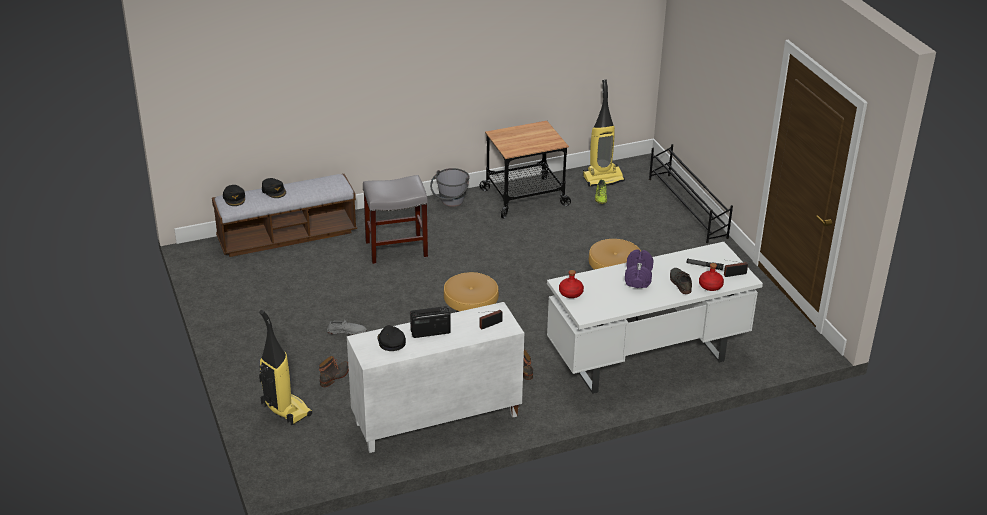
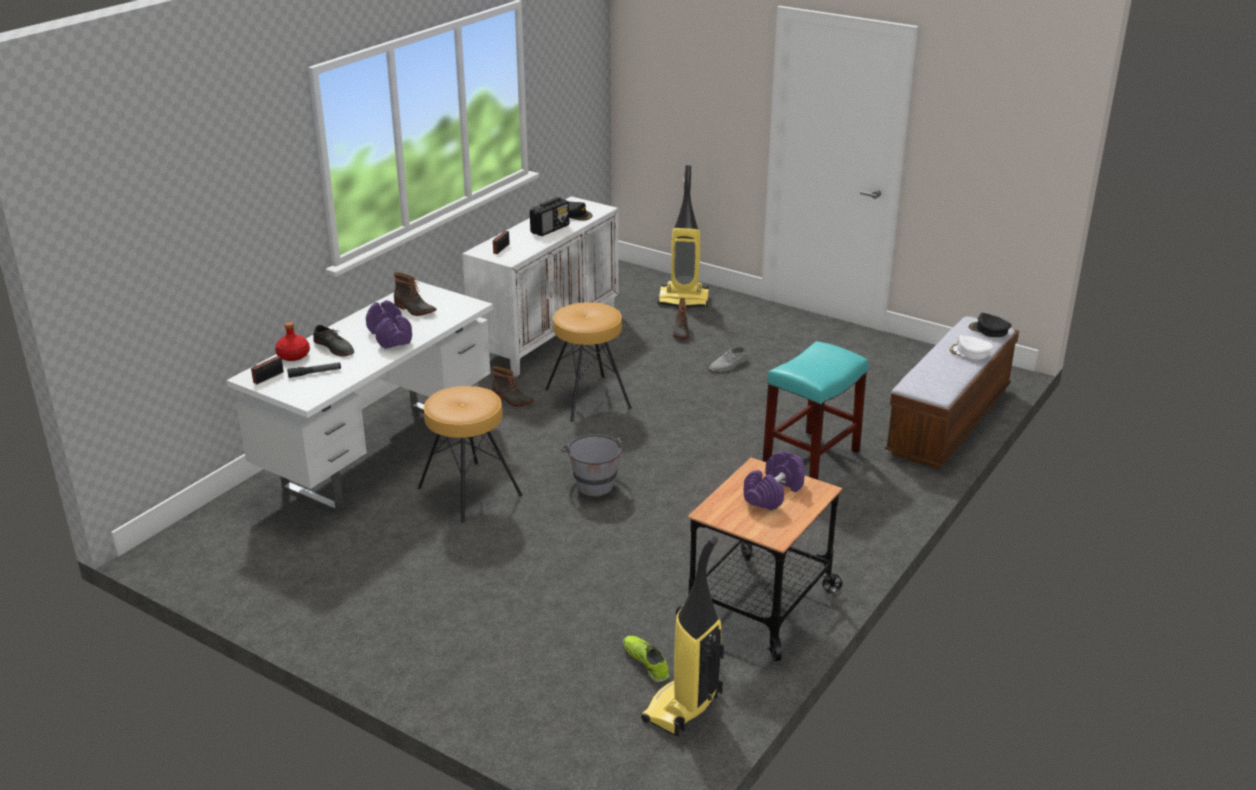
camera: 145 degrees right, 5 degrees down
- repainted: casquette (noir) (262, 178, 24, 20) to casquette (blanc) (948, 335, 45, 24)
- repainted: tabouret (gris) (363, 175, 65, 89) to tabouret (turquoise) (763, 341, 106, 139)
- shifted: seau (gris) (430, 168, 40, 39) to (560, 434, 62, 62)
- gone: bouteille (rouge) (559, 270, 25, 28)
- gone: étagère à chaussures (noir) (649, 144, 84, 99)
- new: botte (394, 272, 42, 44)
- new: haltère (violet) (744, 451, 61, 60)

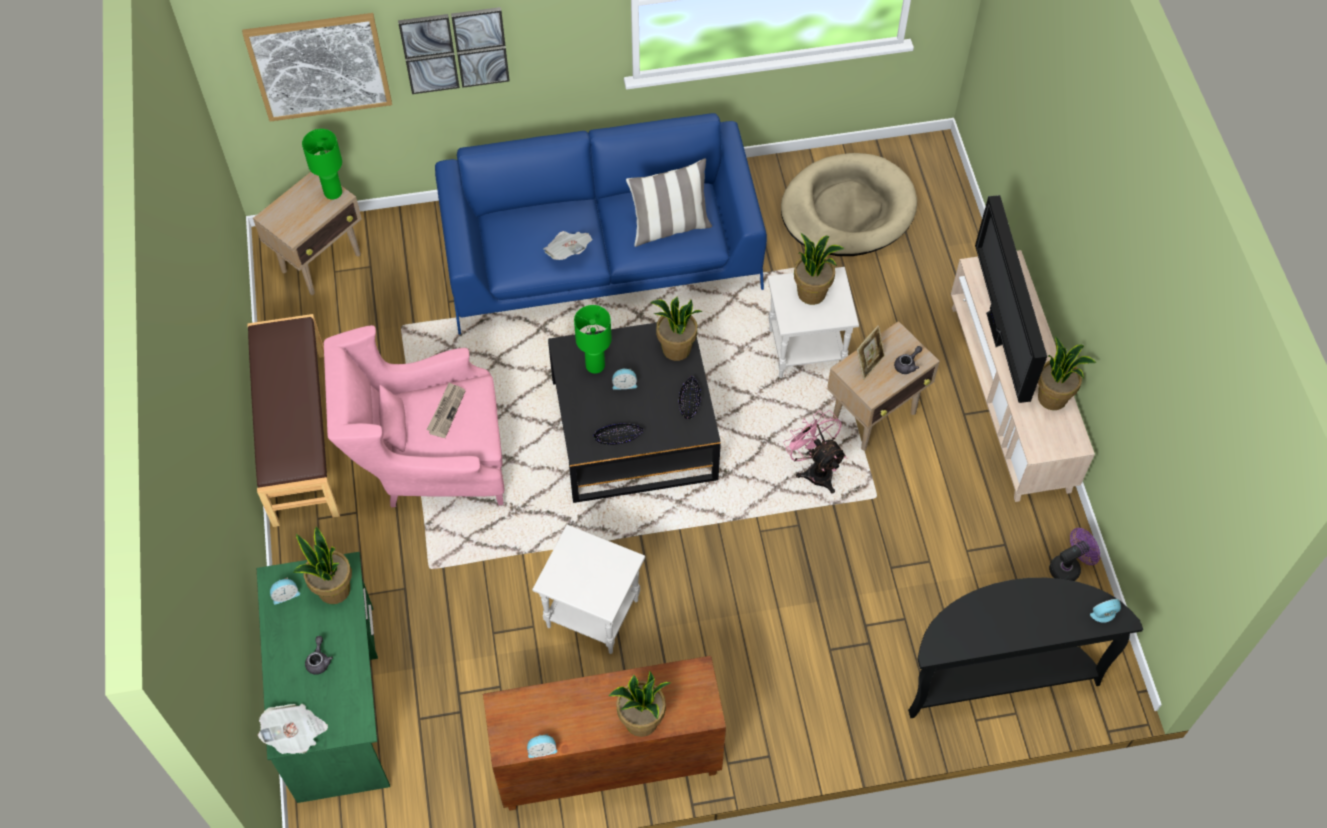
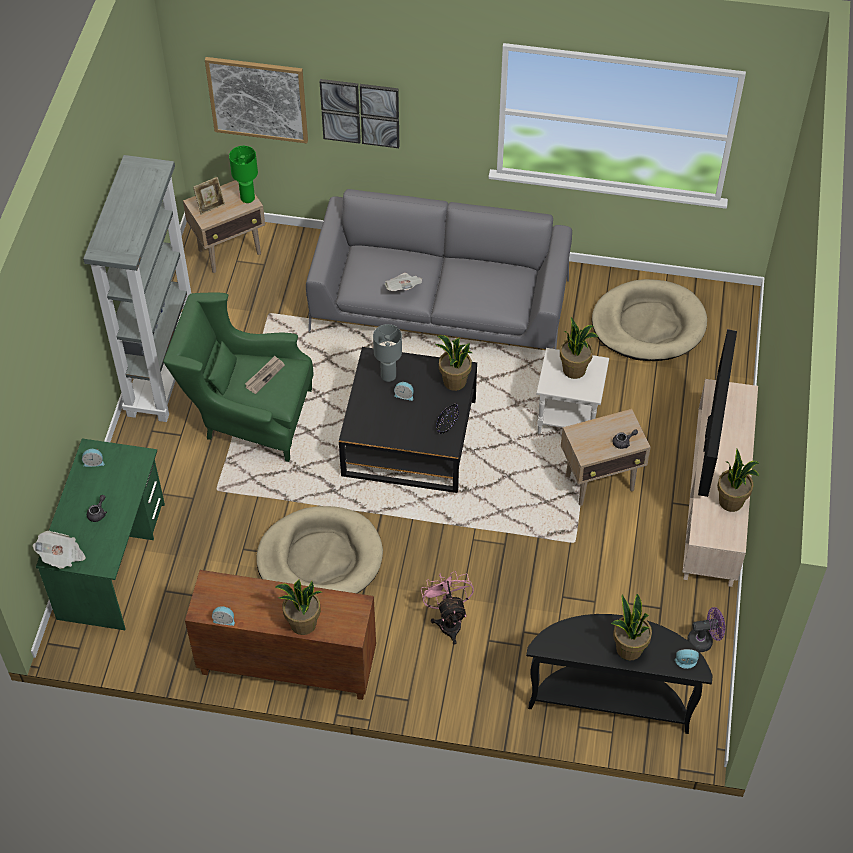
camera: 20 degrees right, 5 degrees down
- swapped: banc (marron) (247, 314, 93, 213) to bibliothèque (gris) (83, 155, 108, 267)
- shifted: plante en pot (293, 527, 59, 77) to (611, 594, 41, 66)
- repainted: fauteuil (rose) (324, 325, 180, 183) to fauteuil (vert) (163, 293, 151, 169)
- repainted: canapé (bleu) (435, 113, 332, 222) to canapé (gris) (306, 189, 266, 160)
- swapped: table d'appoint (blanc) (532, 524, 113, 130) to panier pour chien (beige) (256, 506, 127, 87)
- repainted: lampe de table (vert) (574, 305, 38, 69) to lampe de table (gris) (373, 324, 29, 58)
- gone: bol (noir) (593, 423, 50, 22)
- gone: coussin (626, 158, 86, 89)
- shifted: ventilateur (rose) (783, 410, 63, 84) to (421, 571, 53, 74)
- shifted: cadre photo (857, 325, 28, 55) to (193, 177, 32, 38)

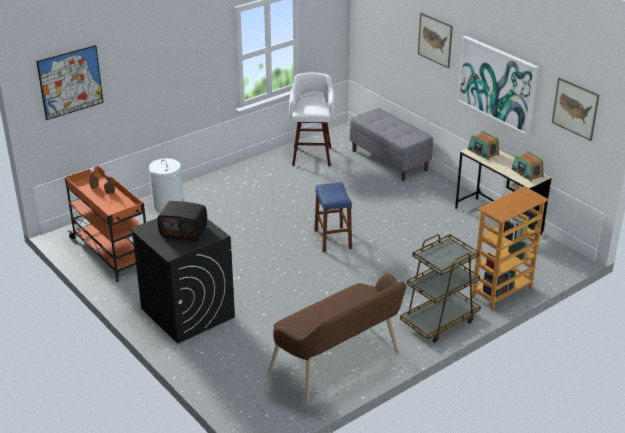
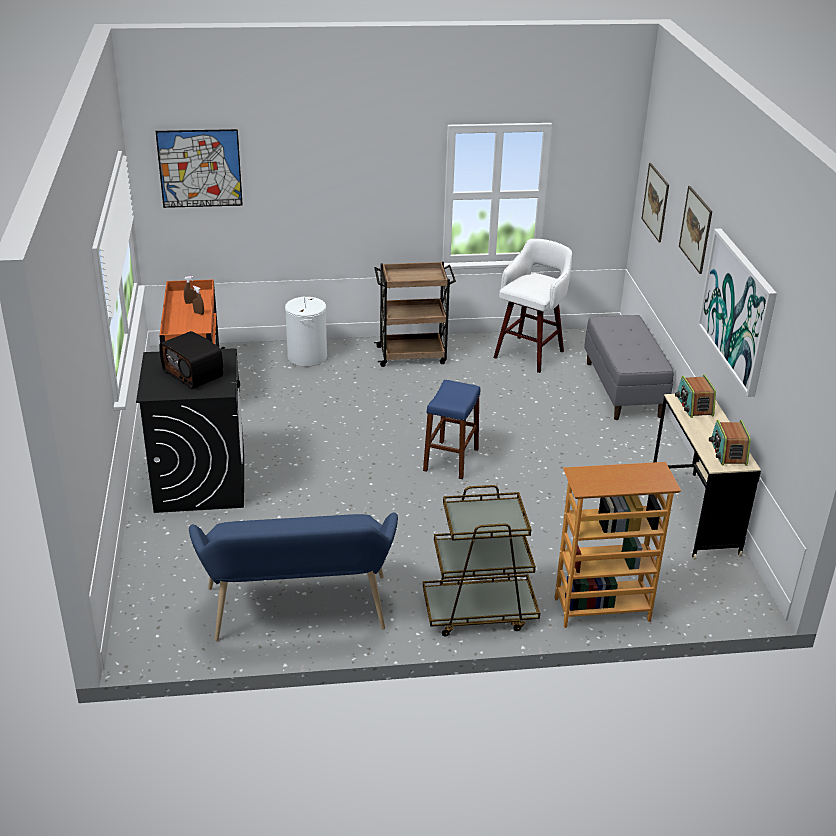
camera: 30 degrees right, 0 degrees up
- repainted: banc (marron) (268, 273, 138, 129) to banc (bleu) (189, 512, 209, 129)
- shifted: tableau (552, 78, 47, 63) to (641, 163, 28, 79)
- new: chariot (marron) (374, 262, 82, 105)

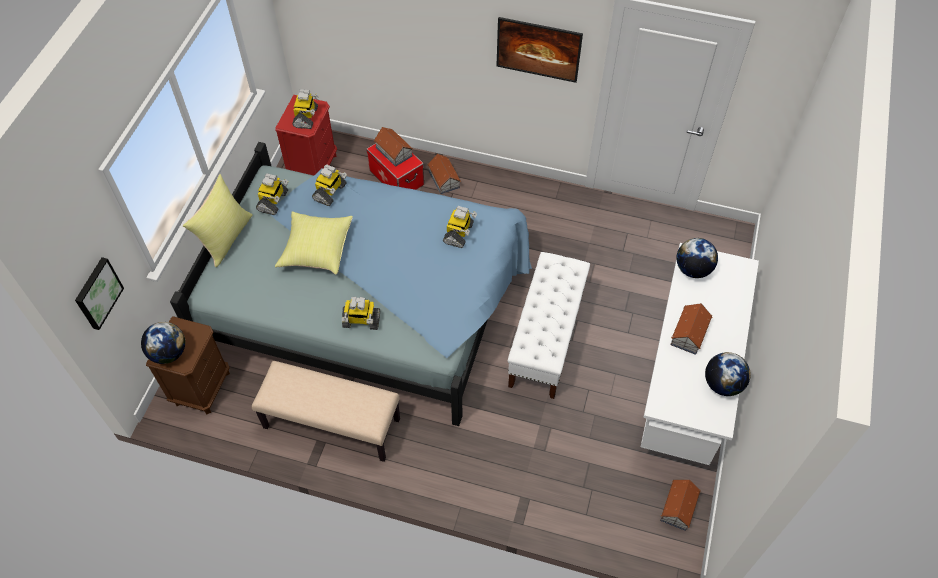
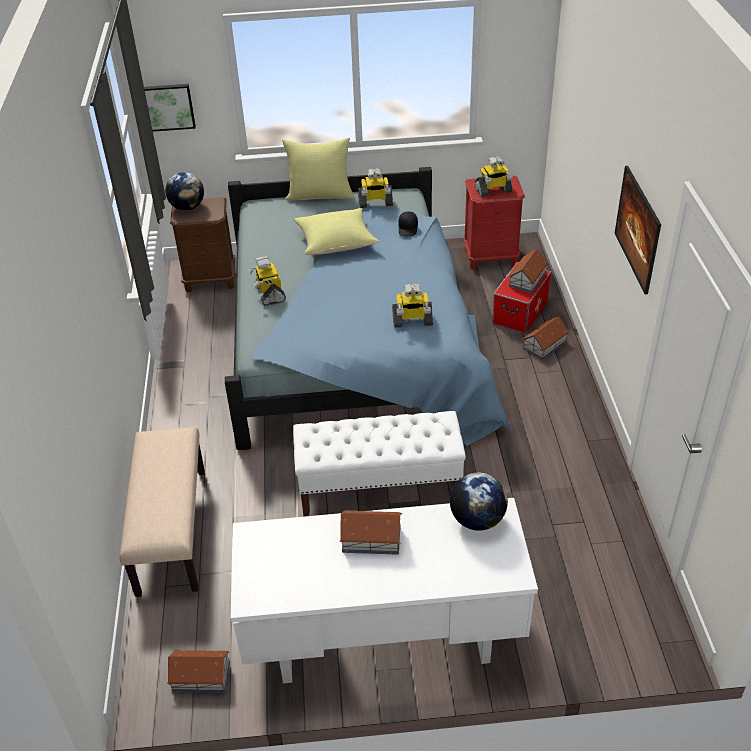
camera: 70 degrees right, 15 degrees down
- shifted: banc (beige) (252, 361, 148, 101) to (120, 427, 85, 170)
- swapped: robot jouet (312, 164, 35, 42) to casquette (noir) (399, 211, 19, 25)
- gone: globe (705, 352, 46, 44)

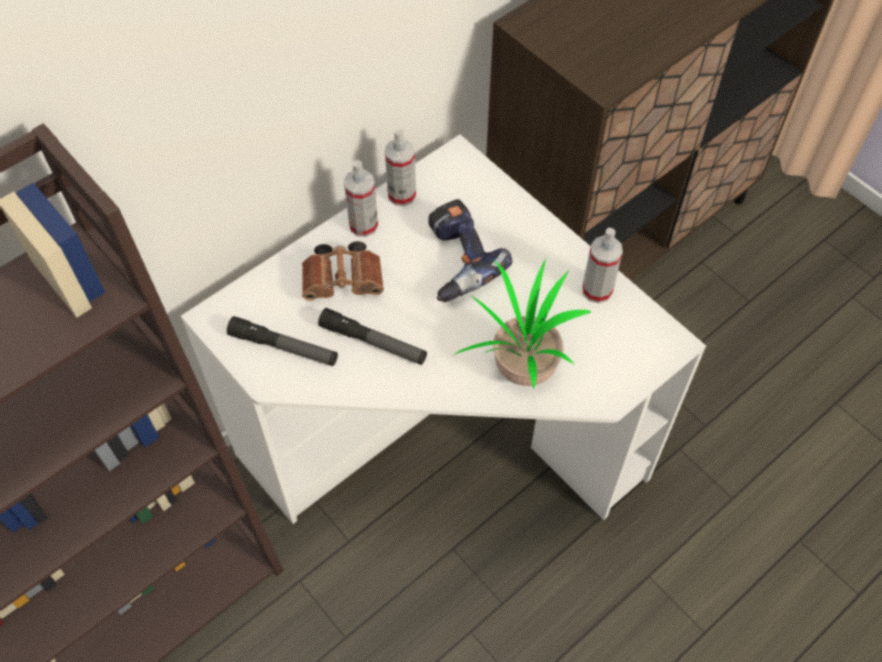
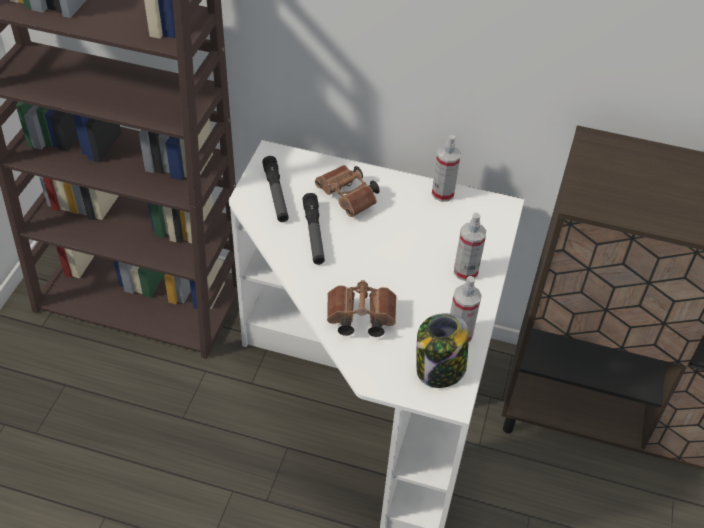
camera: 55 degrees right, 10 degrees down
- shifted: vaporisateur (344, 160, 34, 77) to (454, 213, 32, 68)
- gone: perceuse (428, 199, 84, 103)
- swapped: plante en pot (454, 258, 137, 130) to jumelles (marron) (327, 280, 69, 57)
- new: bocal (417, 313, 52, 75)

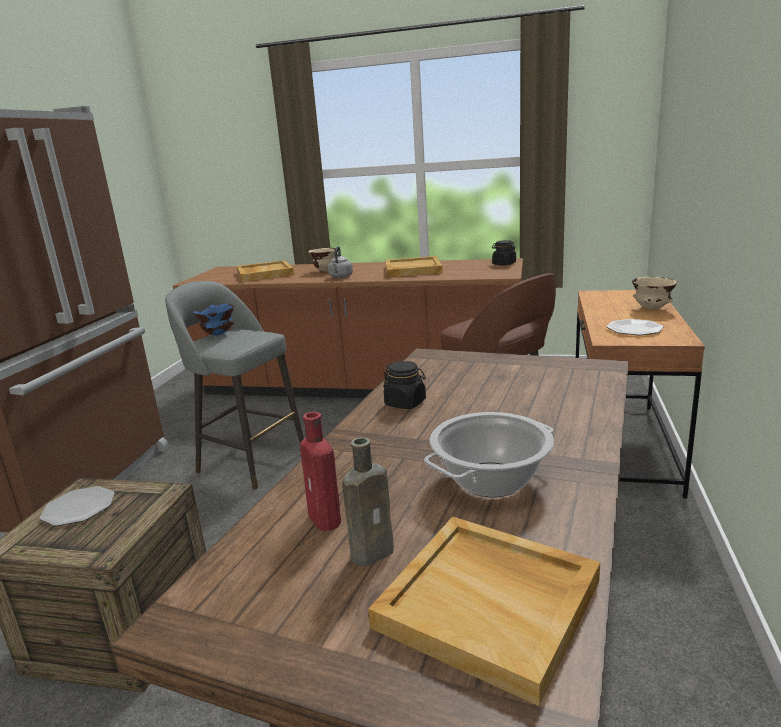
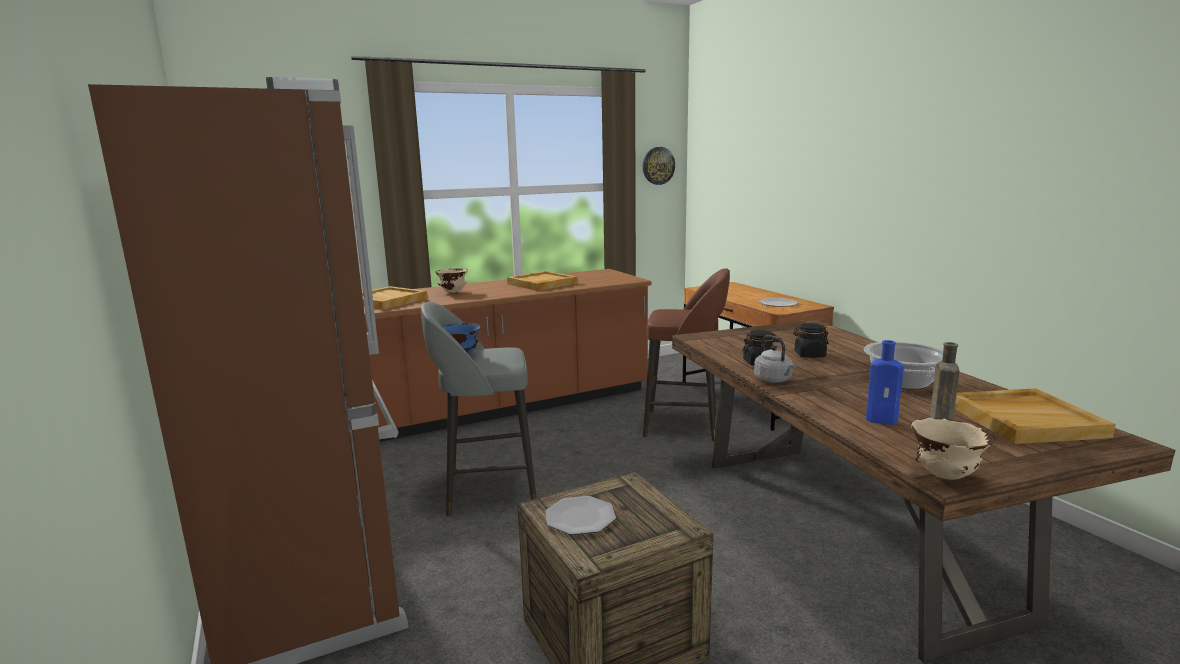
camera: 40 degrees left, 5 degrees down
- repainted: bouteille (rouge) (300, 412, 41, 119) to bouteille (bleu) (866, 340, 38, 85)
- shifted: bouilloire (gris) (328, 246, 25, 32) to (754, 335, 42, 48)
- shifted: bocal (noir) (492, 240, 24, 26) to (793, 323, 36, 35)
- shifted: bol (beige) (632, 277, 46, 33) to (911, 418, 83, 62)
- new: horloge murale (643, 147, 32, 38)

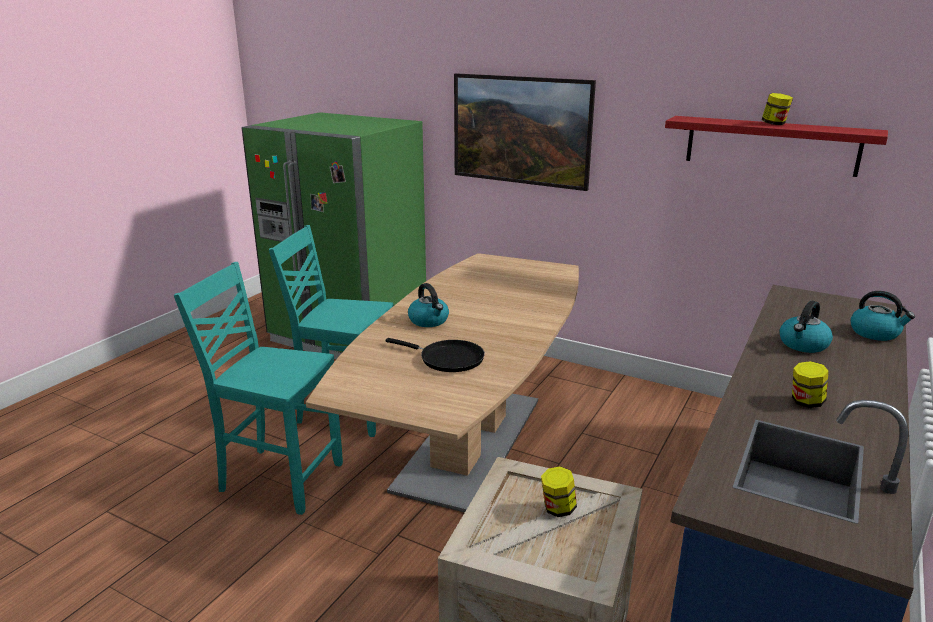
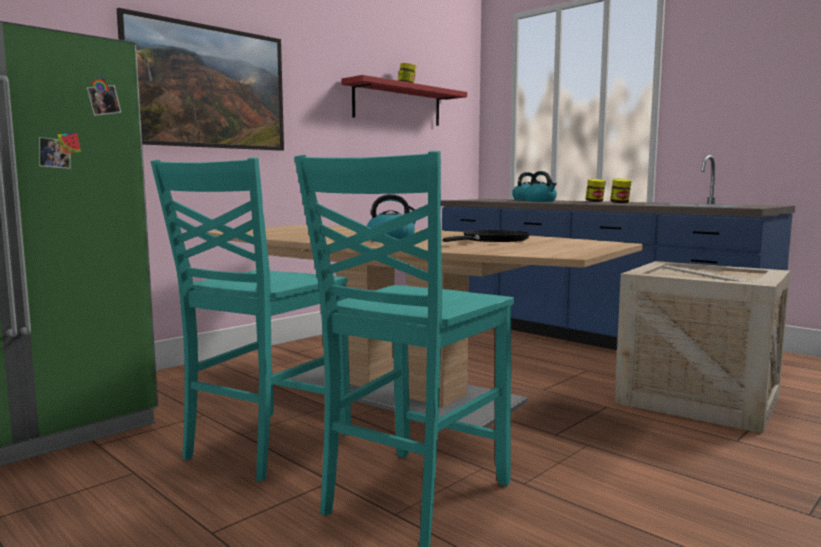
camera: 75 degrees left, 15 degrees down
- shifted: bocal (541, 466, 36, 51) to (586, 179, 20, 23)

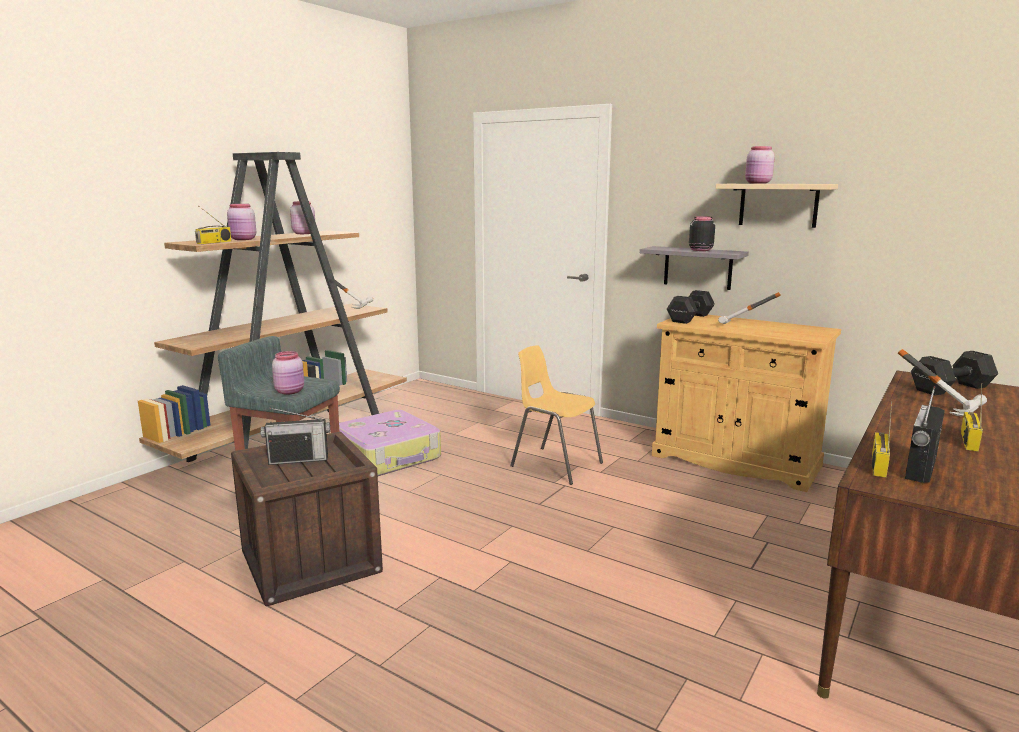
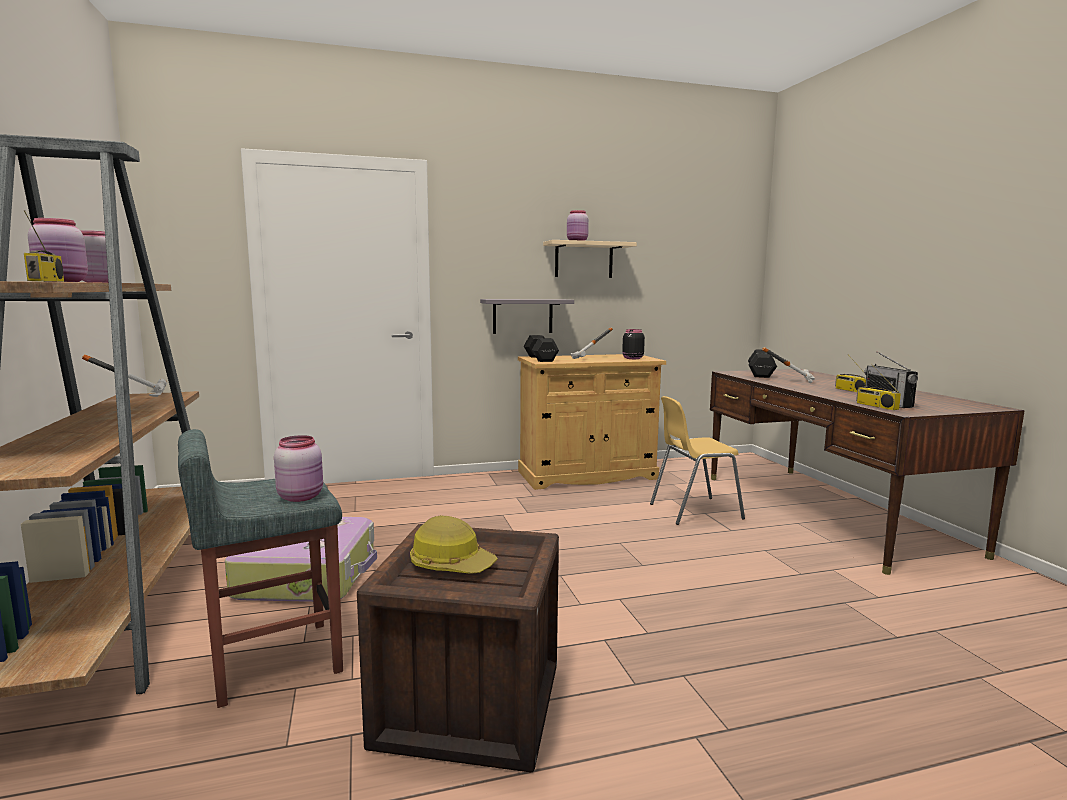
camera: 50 degrees left, 5 degrees down
- swapped: radio (261, 408, 69, 57) to casque de chantier (410, 515, 88, 59)
- shifted: chaise (jaune) (510, 345, 93, 140) to (650, 396, 95, 129)
- shifted: bocal (noir) (689, 216, 26, 35) to (622, 329, 23, 30)

